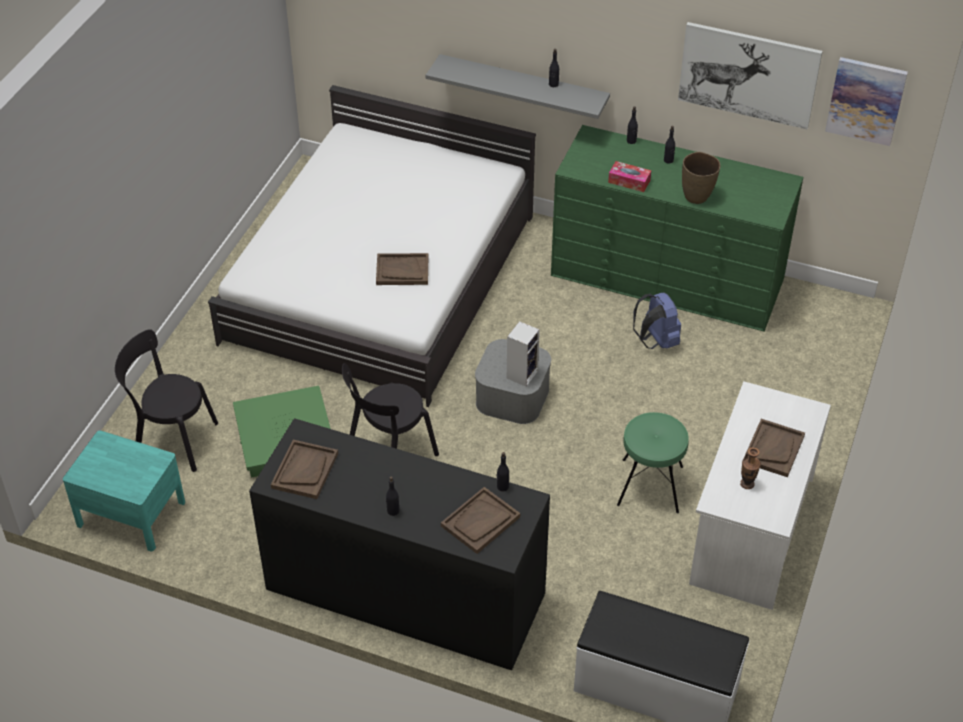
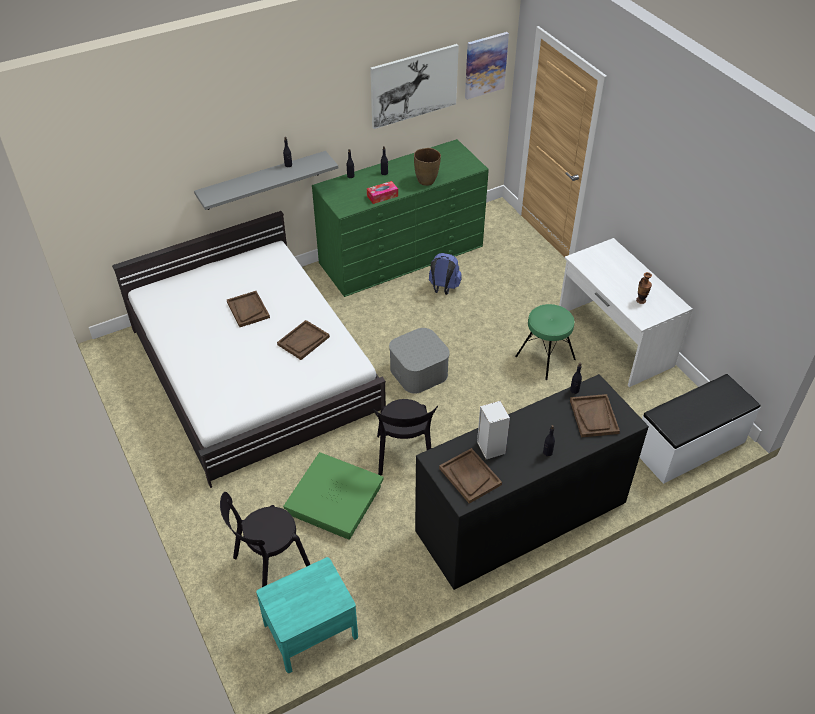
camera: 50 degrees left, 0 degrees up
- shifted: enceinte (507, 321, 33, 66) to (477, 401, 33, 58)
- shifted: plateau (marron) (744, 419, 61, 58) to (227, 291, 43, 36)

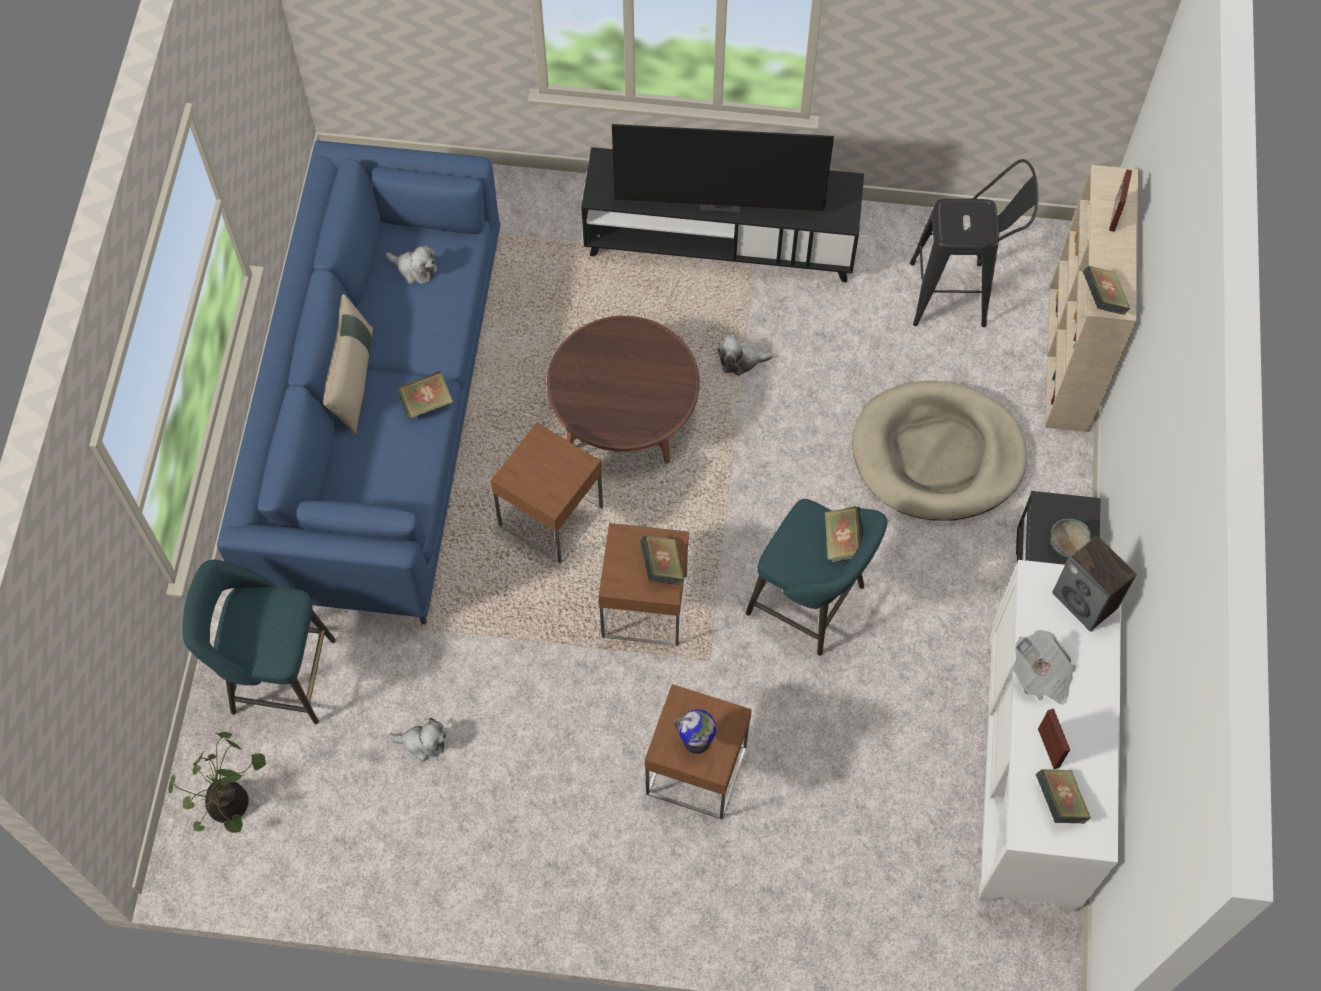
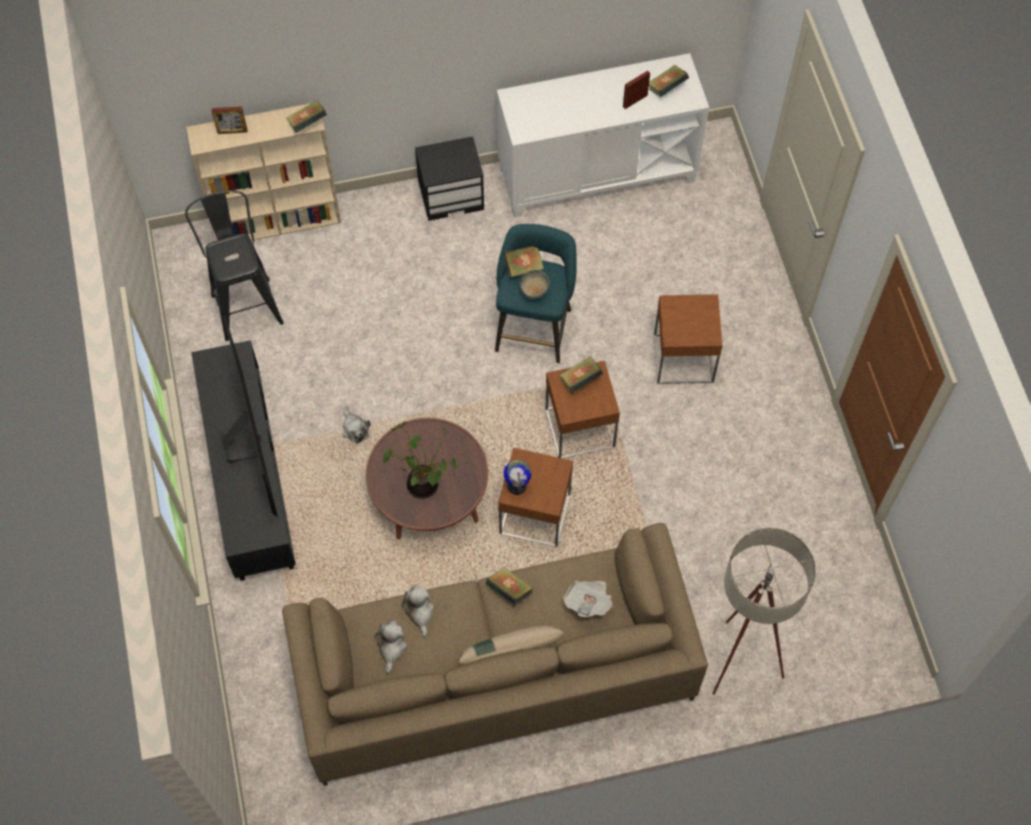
camera: 110 degrees left, 0 degrees up
- shifted: plante en pot (168, 732, 98, 101) to (383, 421, 74, 78)
- swapped: tabouret (turquoise) (182, 560, 154, 164) to lampadaire (beige) (713, 528, 103, 167)
- repainted: canapé (bleu) (217, 140, 284, 484) to canapé (marron) (282, 523, 426, 263)
- shifted: peluche (388, 718, 58, 43) to (401, 585, 33, 52)
- shifted: globe (673, 709, 43, 45) to (504, 460, 27, 35)
- gone: panier pour chien (beige) (853, 381, 174, 140)
- shifted: journal (1013, 630, 63, 75) to (563, 581, 50, 36)
- shifted: bol (gris) (1051, 519, 40, 39) to (520, 270, 29, 29)
- gone: enceinte (1052, 536, 85, 96)

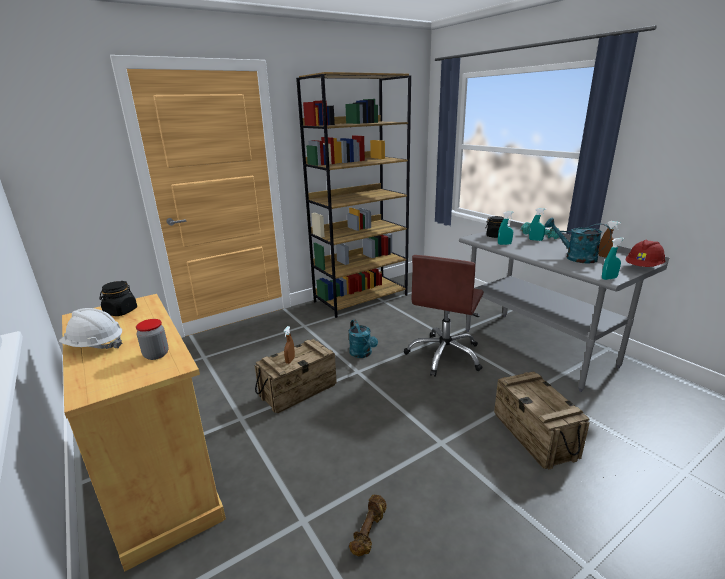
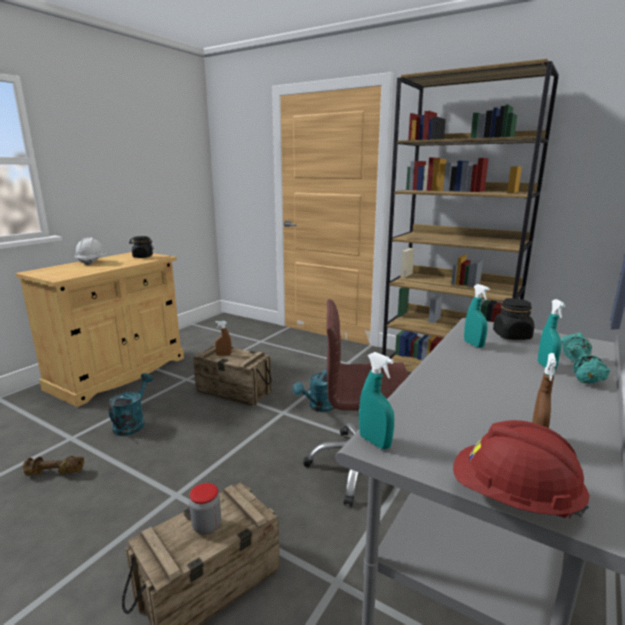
camera: 65 degrees right, 5 degrees down
- shifted: bocal (136, 319, 32, 41) to (189, 483, 32, 51)
- shifted: arrosoir (turquoise) (545, 218, 66, 46) to (109, 373, 44, 63)

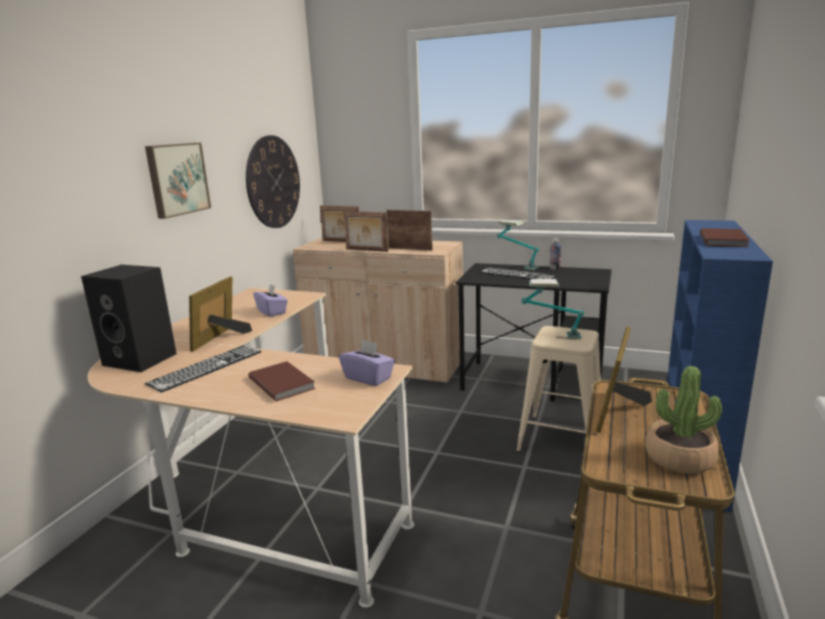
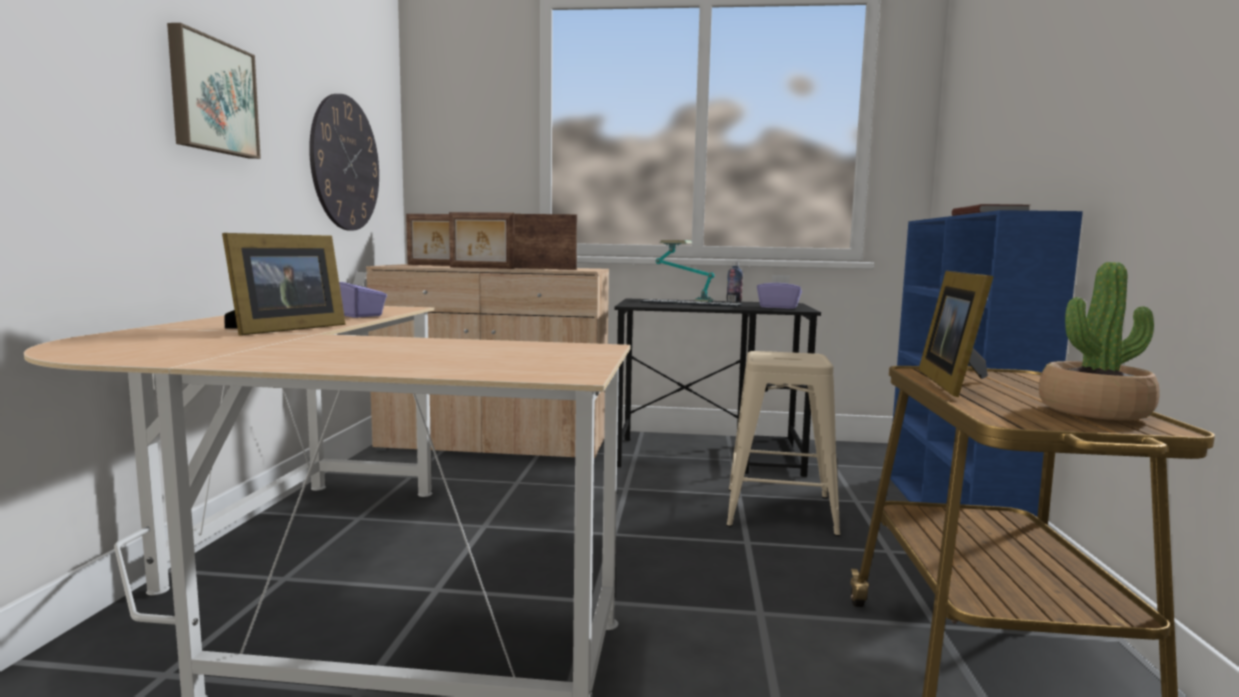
camera: 15 degrees left, 10 degrees down
- gone: enceinte (noir) (81, 265, 96, 107)
- gone: clavier (145, 345, 117, 47)
- rotated: cadre photo (189, 276, 63, 76) = (222, 233, 123, 103) 150 degrees counterclockwise
- gone: livre (marron) (249, 361, 67, 40)
- shifted: boîte à mouchoirs (violet) (339, 339, 56, 47) to (757, 275, 45, 34)
- gone: lampe de table (522, 279, 62, 60)

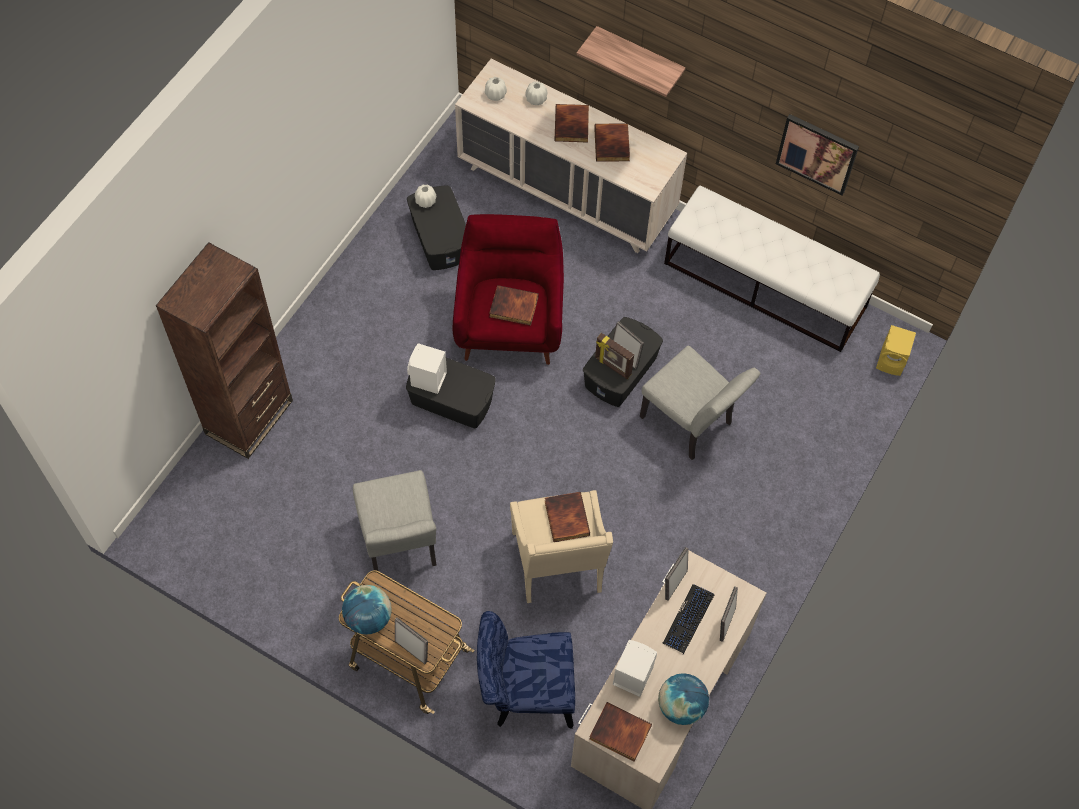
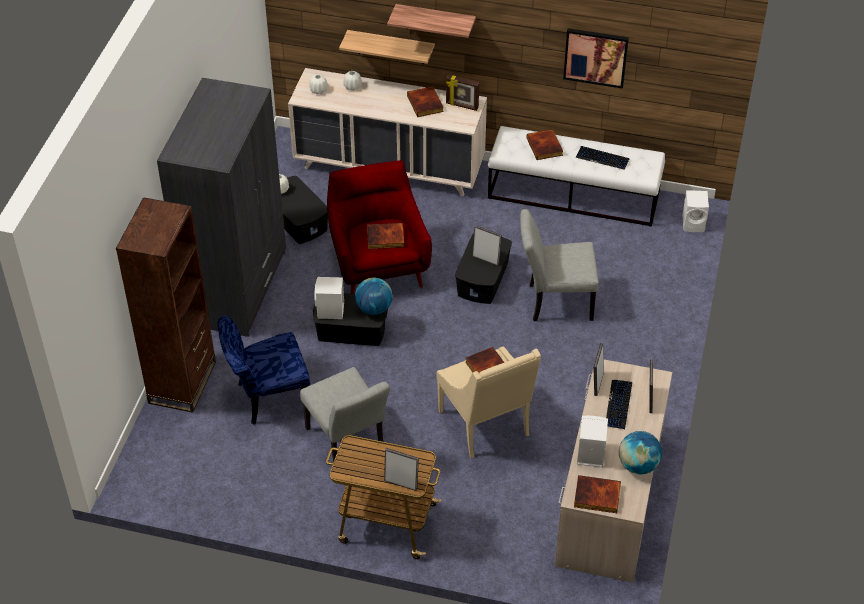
camera: 15 degrees left, 15 degrees down
- shifted: globe (342, 585, 50, 50) to (355, 277, 38, 38)
- shifted: chaise (bleu) (477, 611, 98, 118) to (218, 316, 92, 108)
- shifted: livre (554, 104, 35, 39) to (527, 129, 36, 31)
- shifted: cadre photo (595, 333, 39, 46) to (446, 74, 33, 37)
- rotated: chaise (gris) (640, 346, 121, 114) = (520, 209, 79, 112) 150 degrees clockwise
- repainted: enceinte (jaune) (876, 325, 40, 51) to enceinte (blanc) (682, 190, 27, 42)
- new: armoire (gris) (157, 78, 129, 259)
- new: étagère (339, 30, 96, 34)
- new: clavier (576, 146, 54, 24)

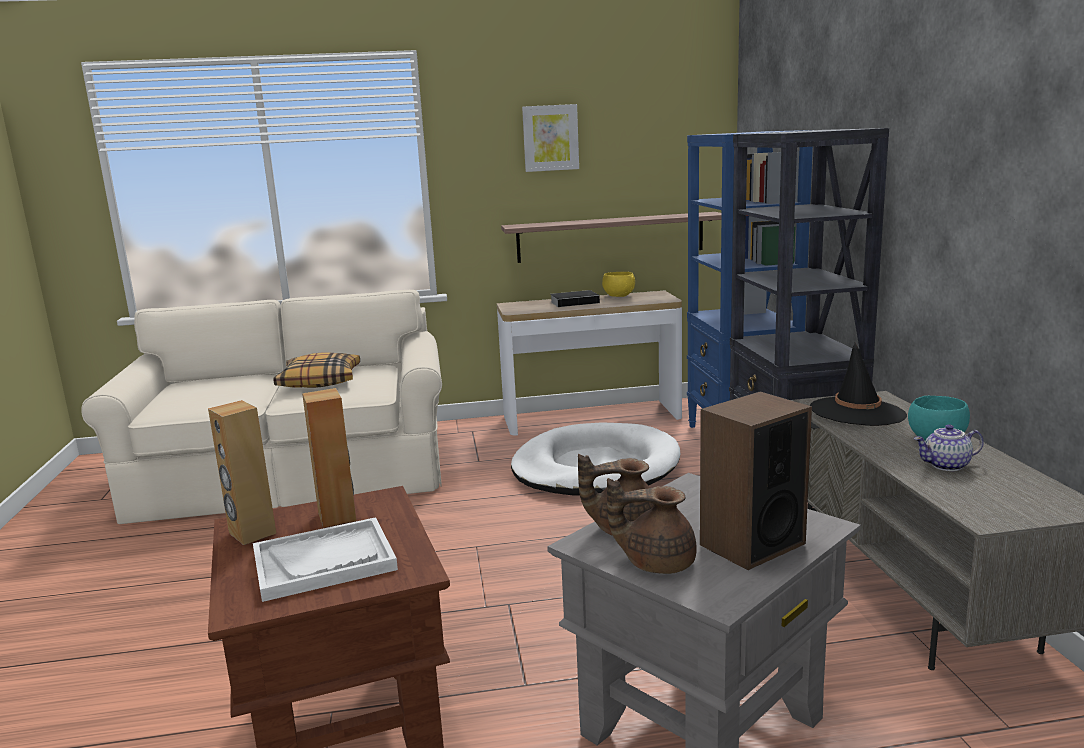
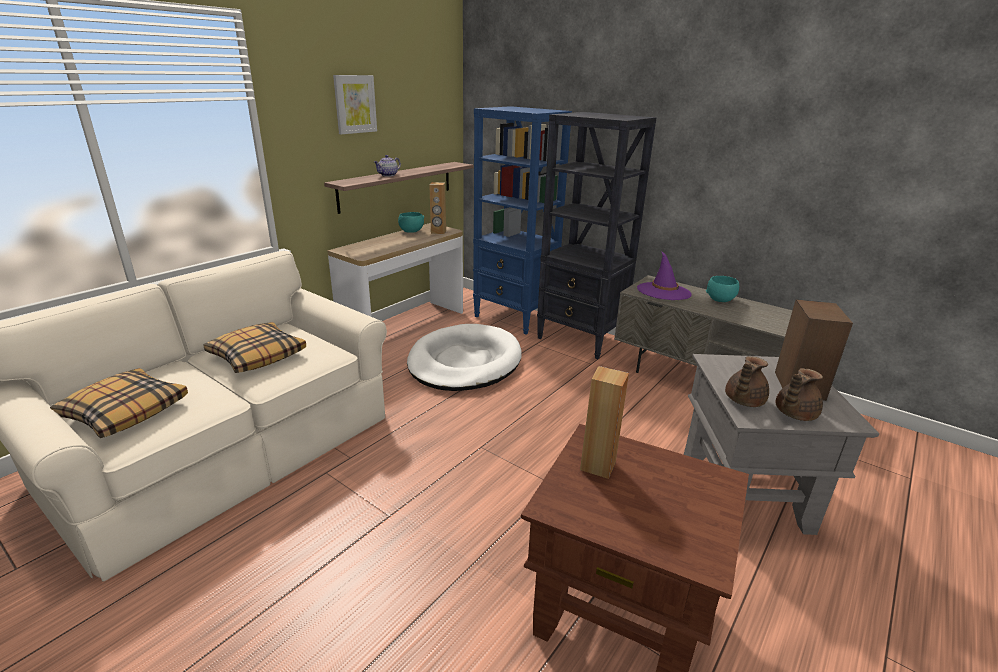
camera: 45 degrees left, 10 degrees up
- shifted: enceinte (marron) (208, 400, 68, 145) to (429, 182, 17, 52)
- gone: plateau (blanc) (253, 517, 145, 85)
- gone: livre (550, 290, 53, 17)
- repainted: bol (jaune) (602, 272, 33, 25) to bol (turquoise) (398, 212, 27, 21)
- repainted: chapeau (noir) (810, 343, 97, 83) to chapeau (violet) (637, 251, 55, 49)
- shifted: théière (914, 424, 70, 47) to (374, 155, 27, 22)
- new: coussin (50, 368, 138, 70)

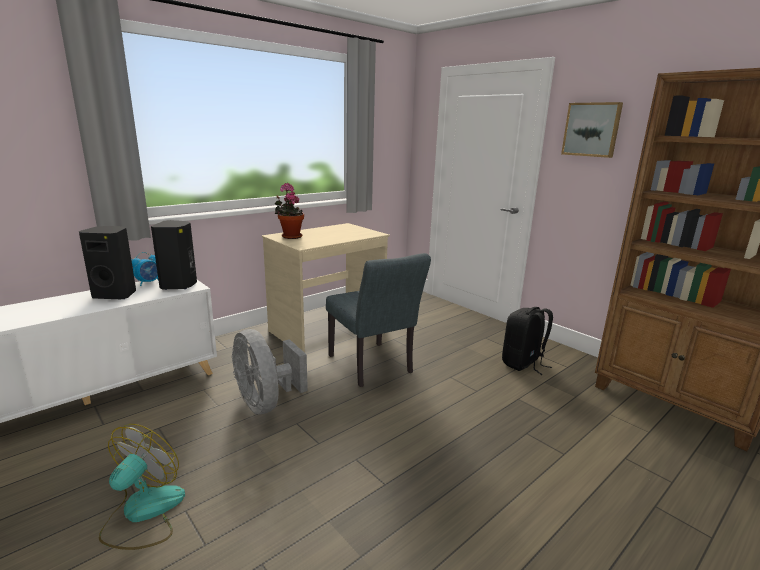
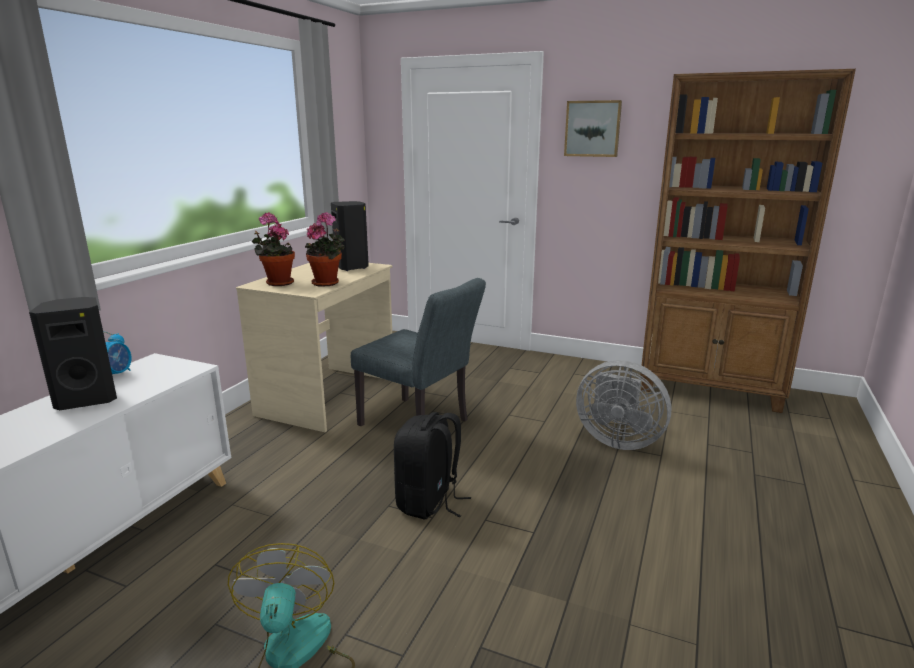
camera: 25 degrees left, 0 degrees up
- shifted: enceinte (noir) (151, 220, 46, 70) to (331, 201, 38, 70)
- shifted: ventilateur (gris) (232, 329, 76, 86) to (576, 360, 95, 90)
- shifted: sac à dos (noir) (502, 307, 51, 68) to (394, 412, 77, 107)
- new: plante en pot (305, 212, 40, 74)

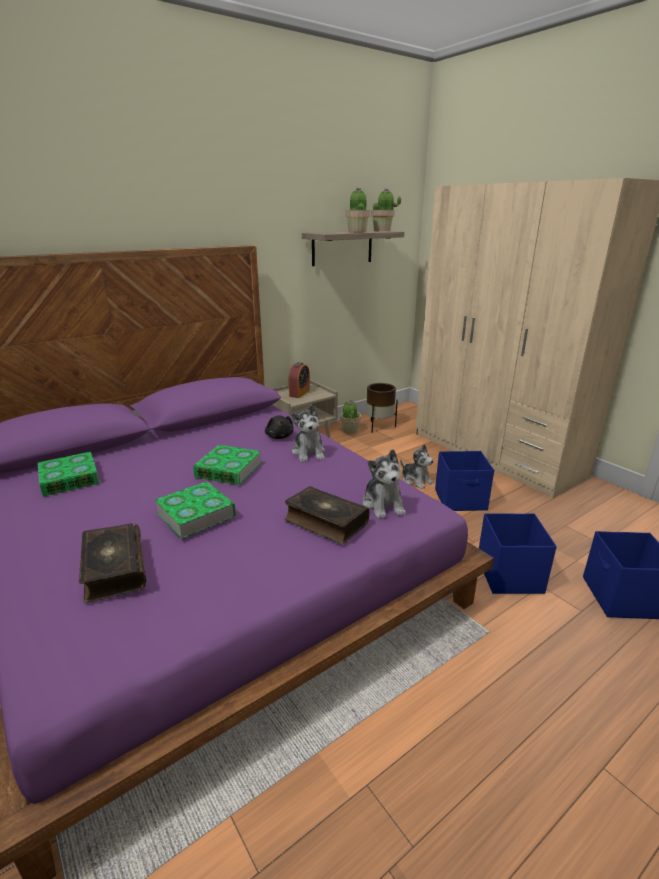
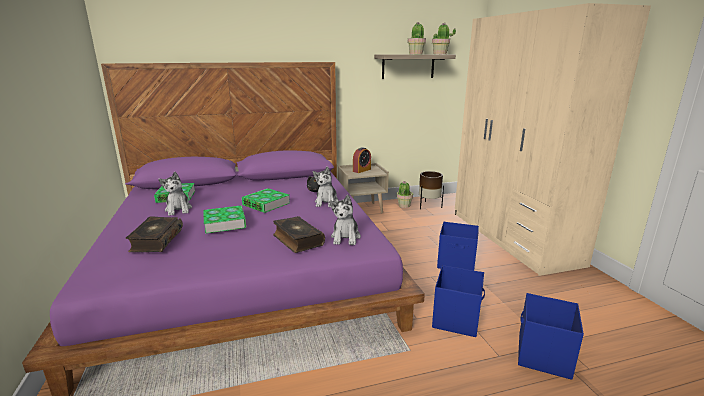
camera: 20 degrees right, 5 degrees down
- shifted: peluche (400, 444, 34, 45) to (158, 172, 34, 44)

